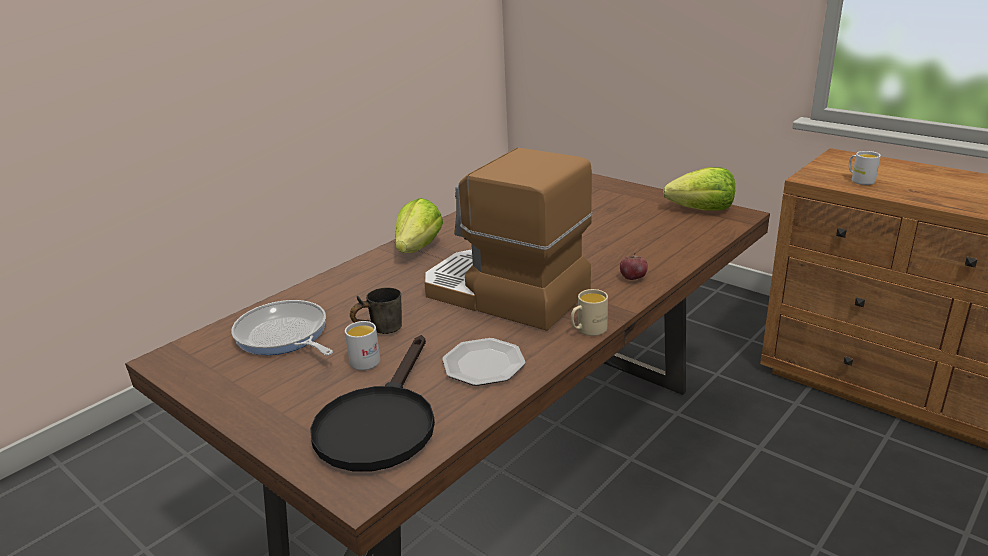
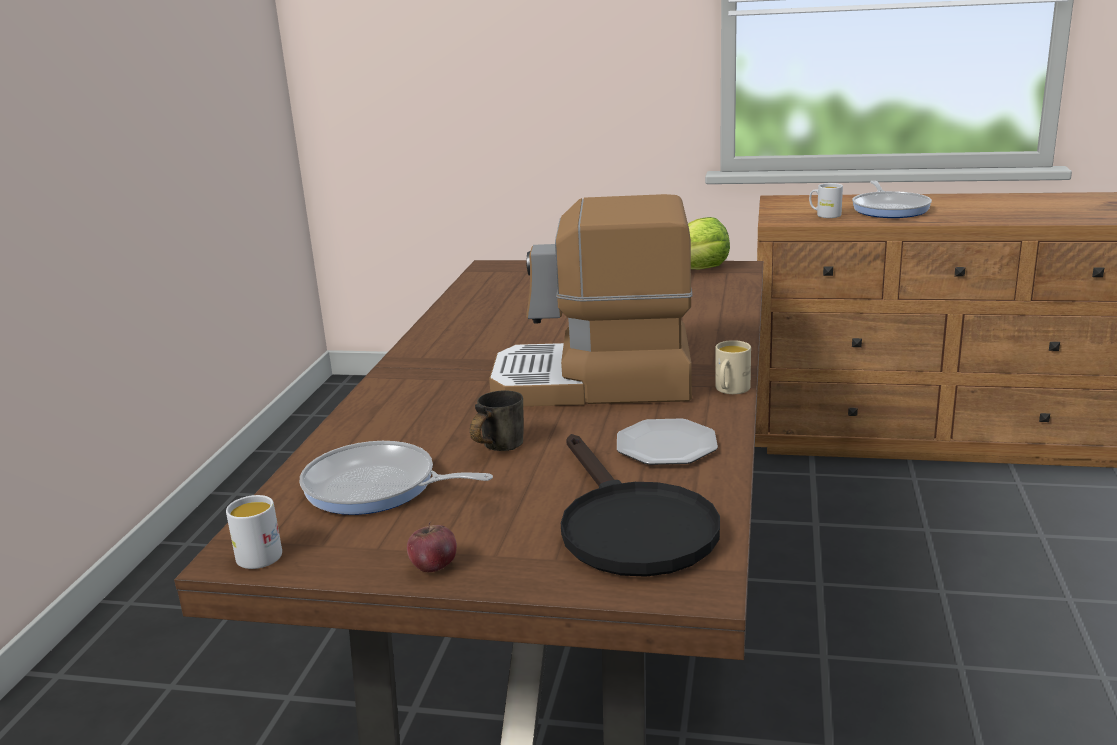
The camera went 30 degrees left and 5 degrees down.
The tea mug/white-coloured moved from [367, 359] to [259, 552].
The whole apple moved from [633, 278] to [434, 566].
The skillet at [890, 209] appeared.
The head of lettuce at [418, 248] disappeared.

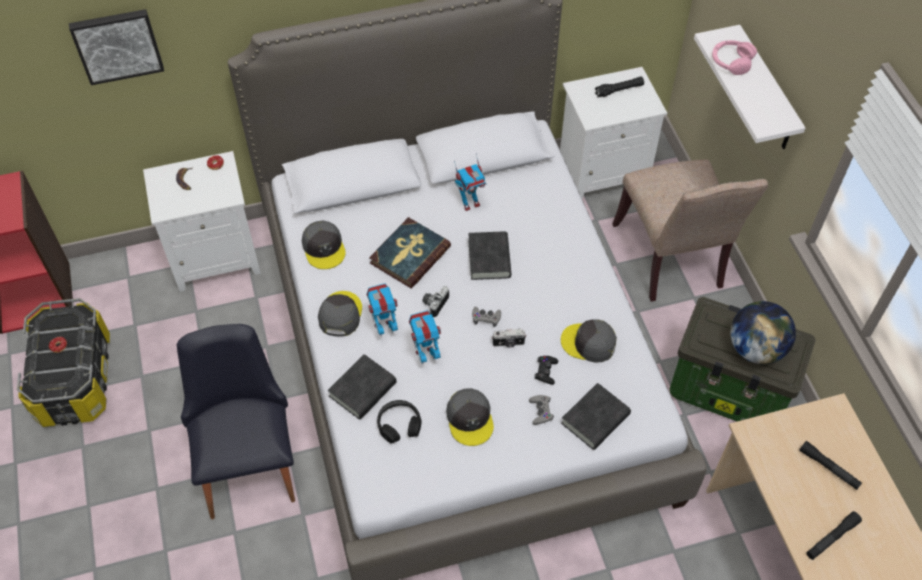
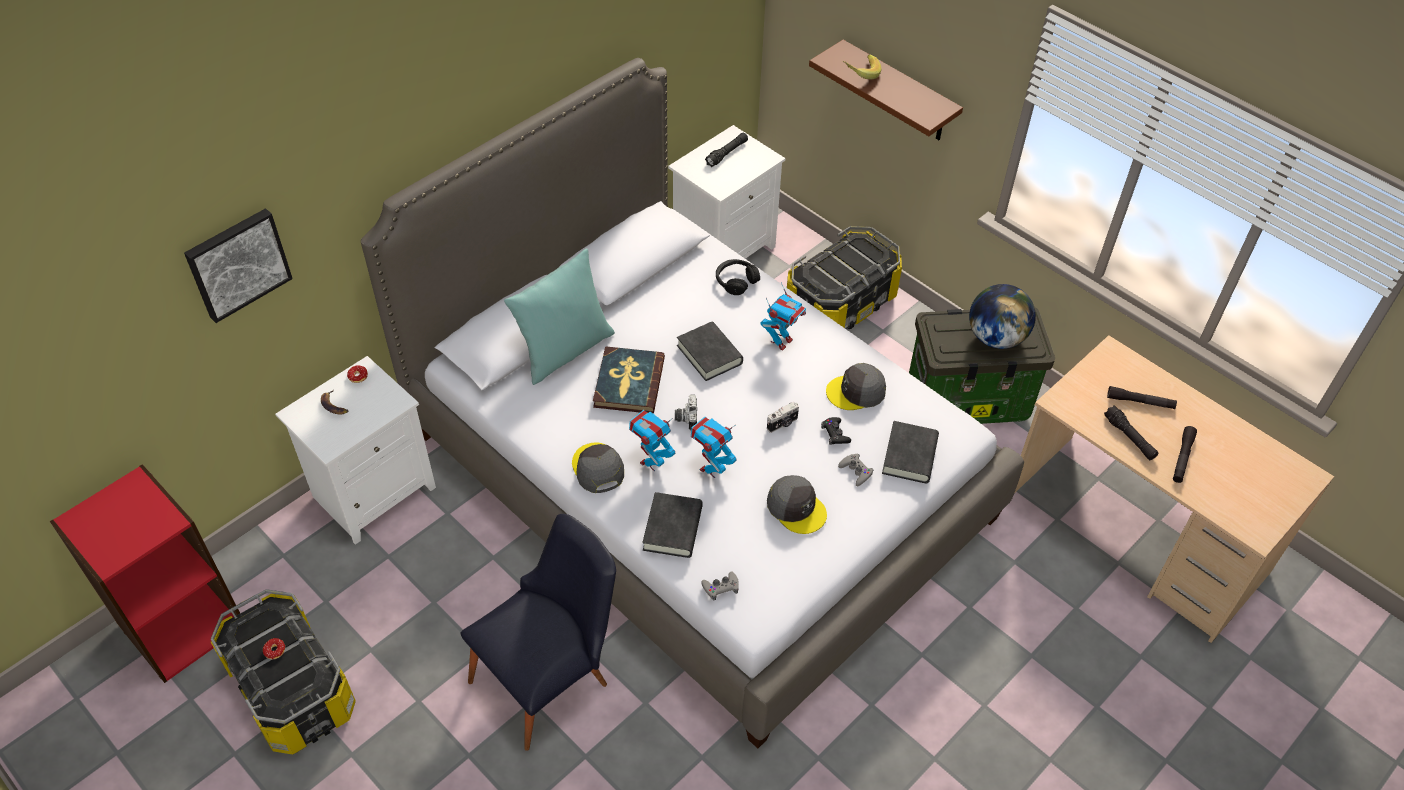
The camera went 30 degrees left and 5 degrees down.
The chair/black at [249, 459] turned 90 degrees clockwise.
The throw pillow/blue-green at [564, 351] appeared.
The joypad/gray moved from [486, 318] to [721, 587].
The headphones/black moved from [399, 424] to [736, 281].
The toy robot moved from [470, 203] to [781, 341].
The chair/beige at [672, 259] was replaced by the storage bin at [840, 304].
The shelf/white-coloured at [766, 91] became the shelf/brown-coloured at [898, 93].
The headphones/pink at [731, 62] was replaced by the banana fruit at [859, 73].
The flashlight/black at [1129, 437] appeared.
The baseball cap/gray at [324, 248] disappeared.

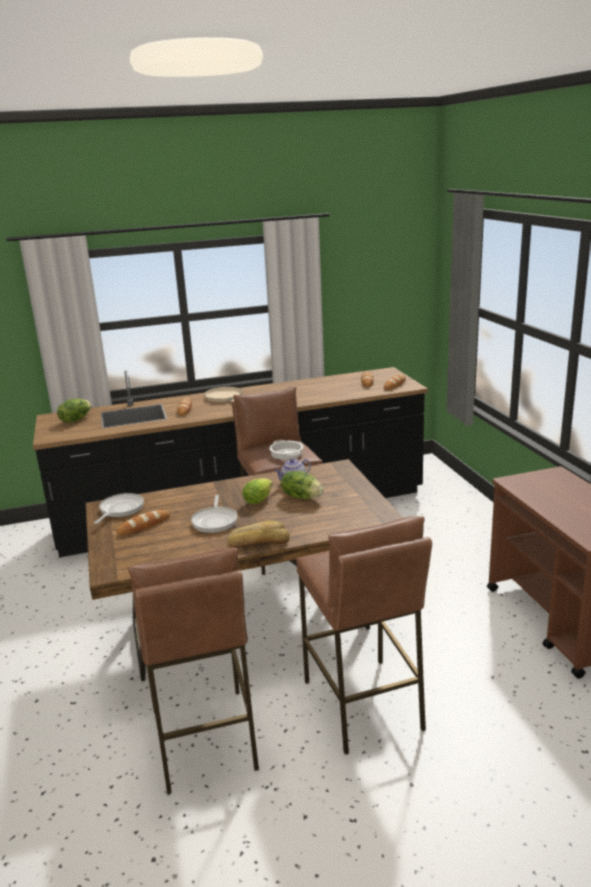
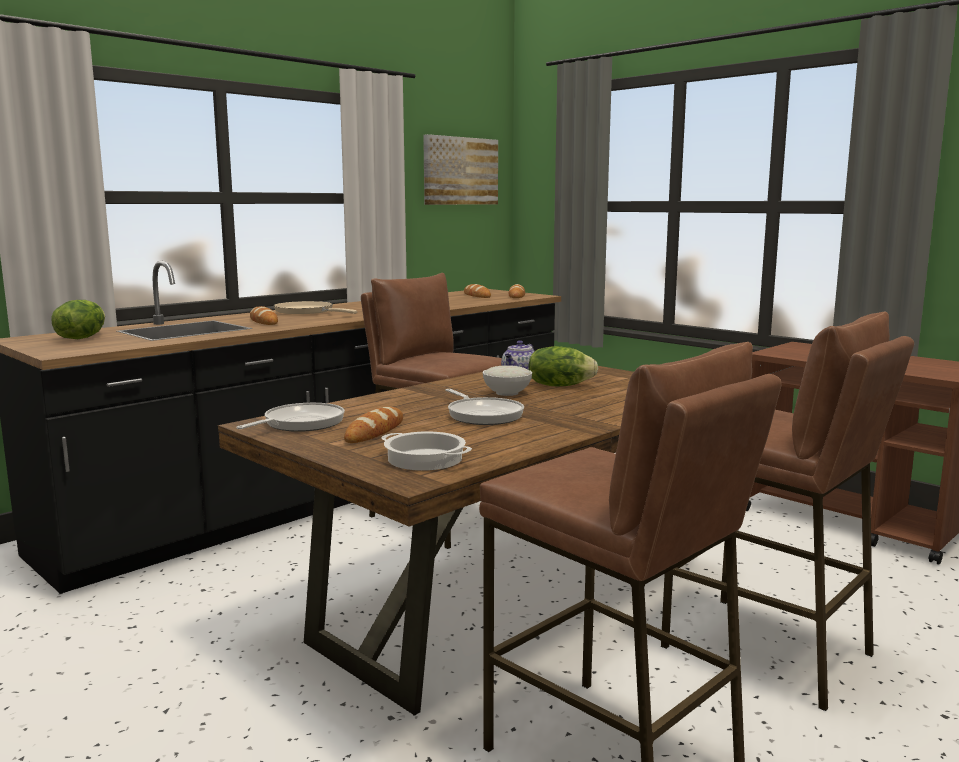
The camera went 30 degrees left and 10 degrees down.
The skillet at [120, 510] turned 45 degrees clockwise.
The cooking pot moved from [286, 453] to [424, 459].
The picture at [460, 171] appeared.
The head of lettuce at [259, 499] was replaced by the deep dish/white-coloured at [506, 393].
The bread at [259, 541] disappeared.

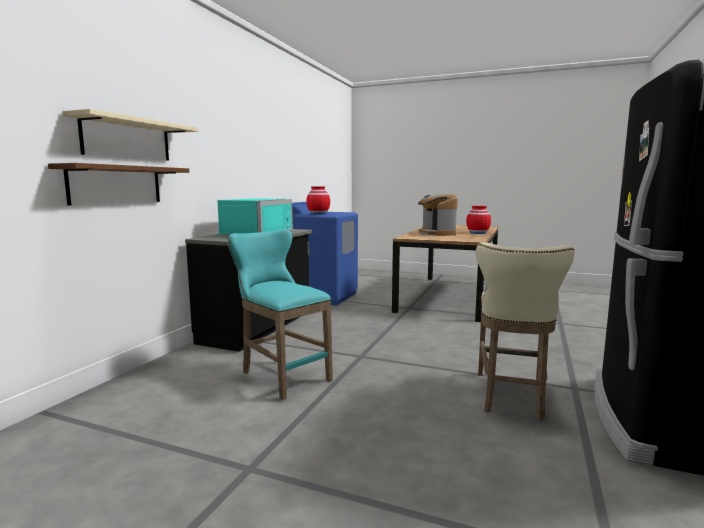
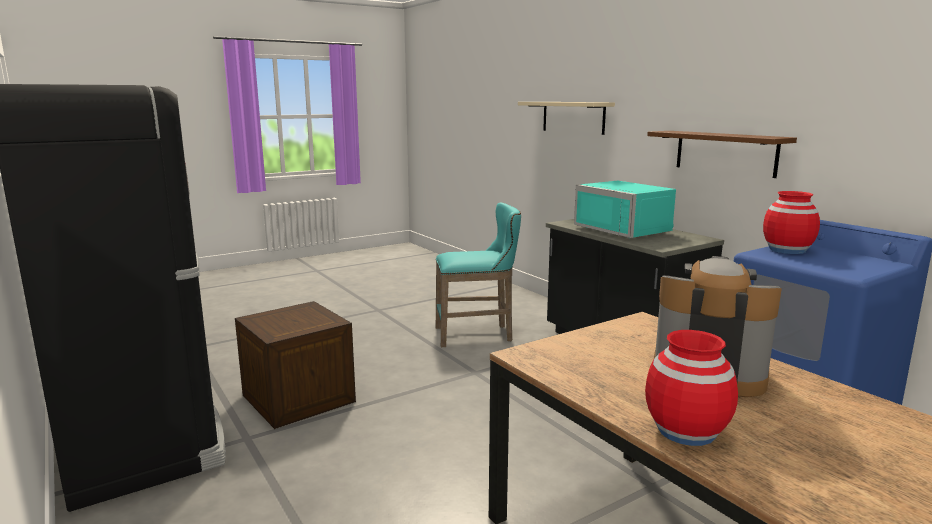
The camera went 125 degrees right and 5 degrees up.
The sitting stool/beige at [510, 397] was replaced by the shipping crate at [298, 398].
The shelf/brown-coloured moved from [116, 185] to [725, 153].

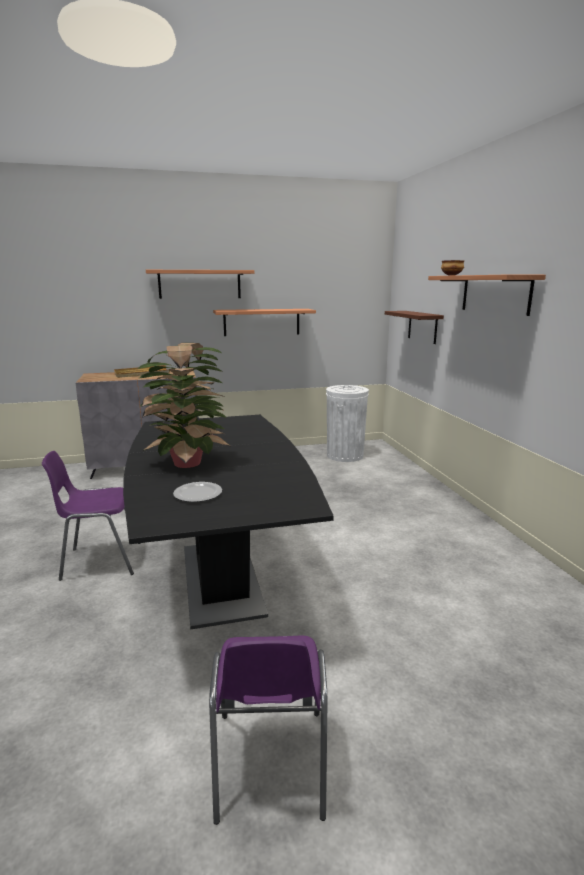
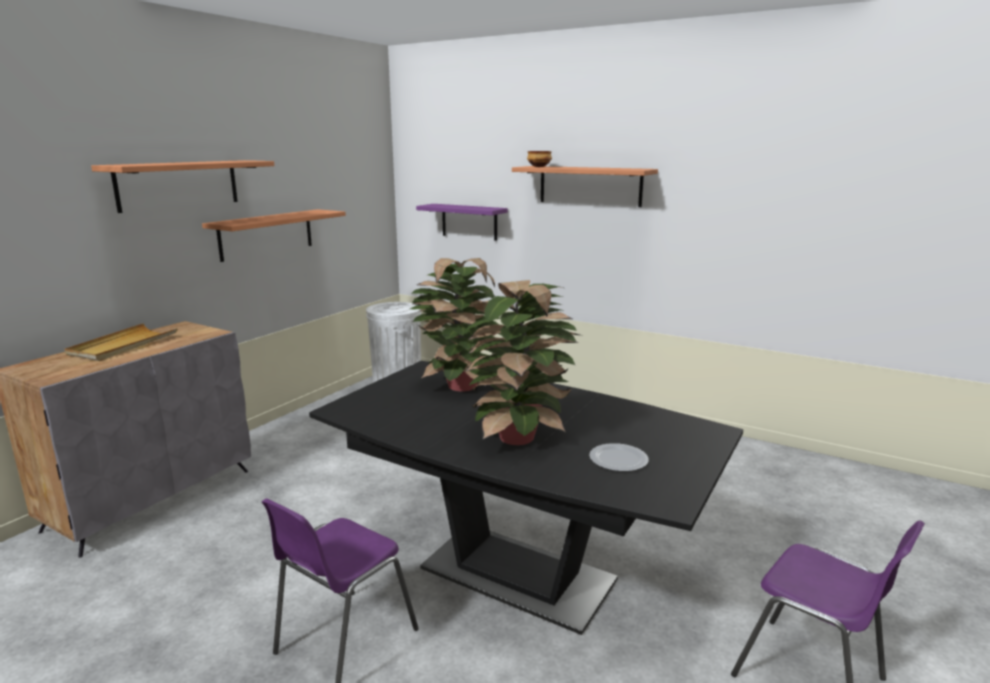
The camera went 45 degrees left and 0 degrees up.
The potted plant at [459, 386] appeared.
The shelf/brown-coloured at [422, 326] became the shelf/purple at [469, 221].

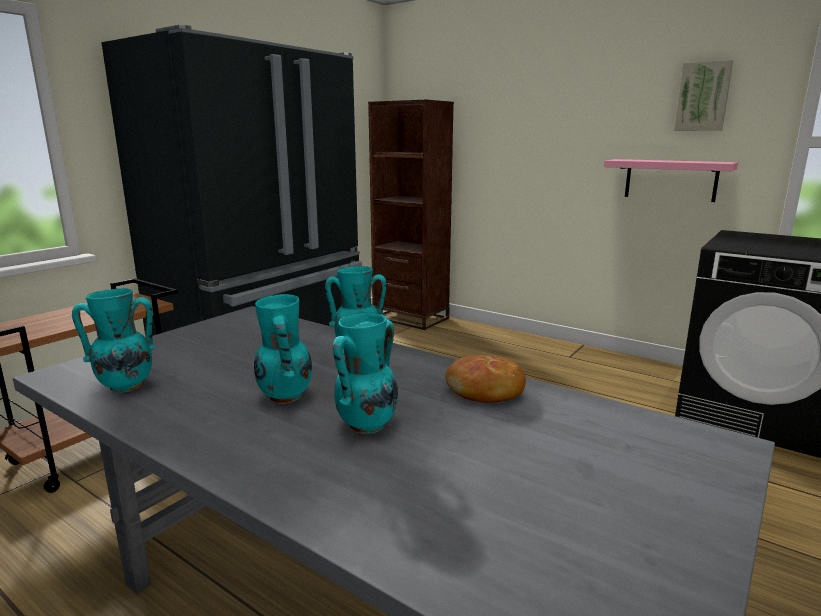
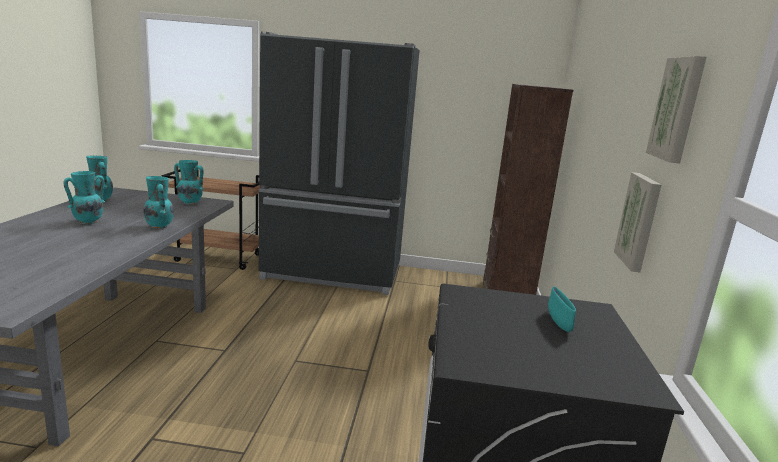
The camera went 60 degrees right and 0 degrees up.
The flower vase/blue-green moved from [366, 426] to [190, 203].
The deep dish/blue-green at [558, 323] appeared.
The shelf/pink at [670, 180] was replaced by the picture at [640, 221].
The bread at [486, 391] disappeared.

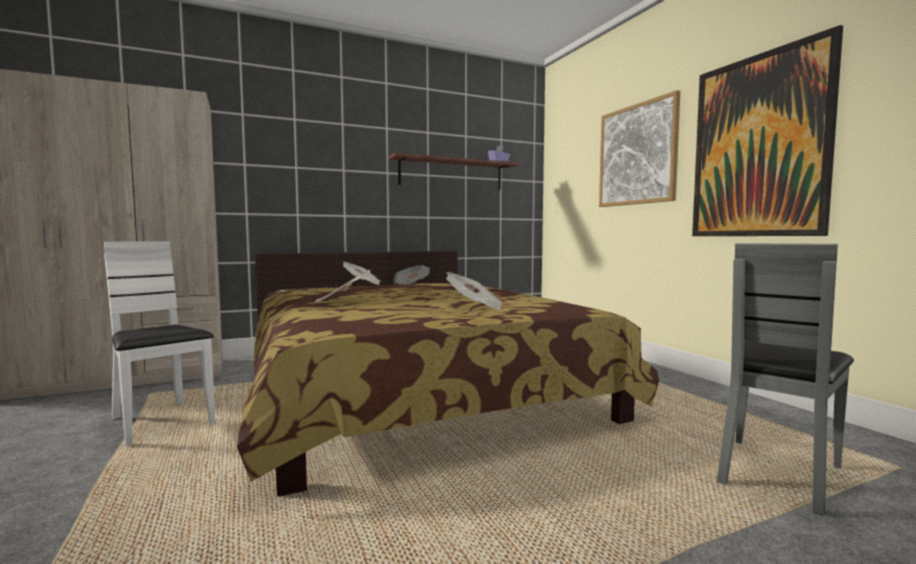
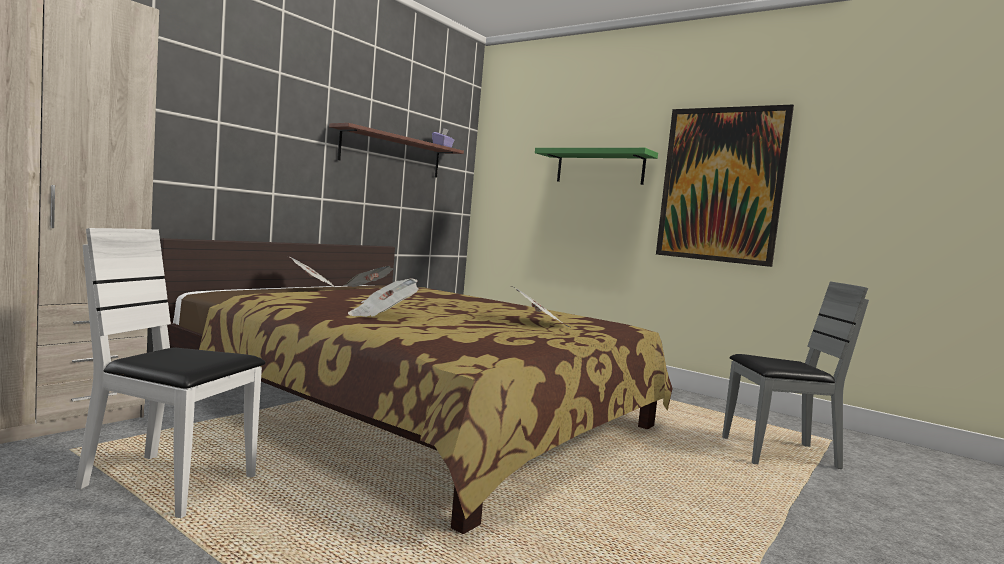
The camera went 30 degrees left and 0 degrees up.
The picture at [637, 155] was replaced by the shelf/green at [600, 167].
The chair/gray at [777, 473] turned 105 degrees counterclockwise.

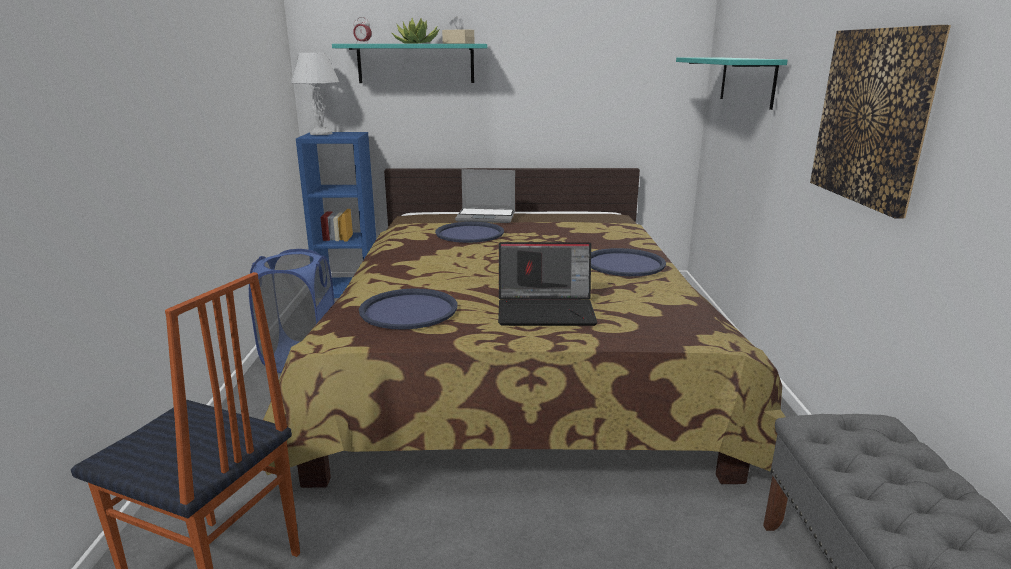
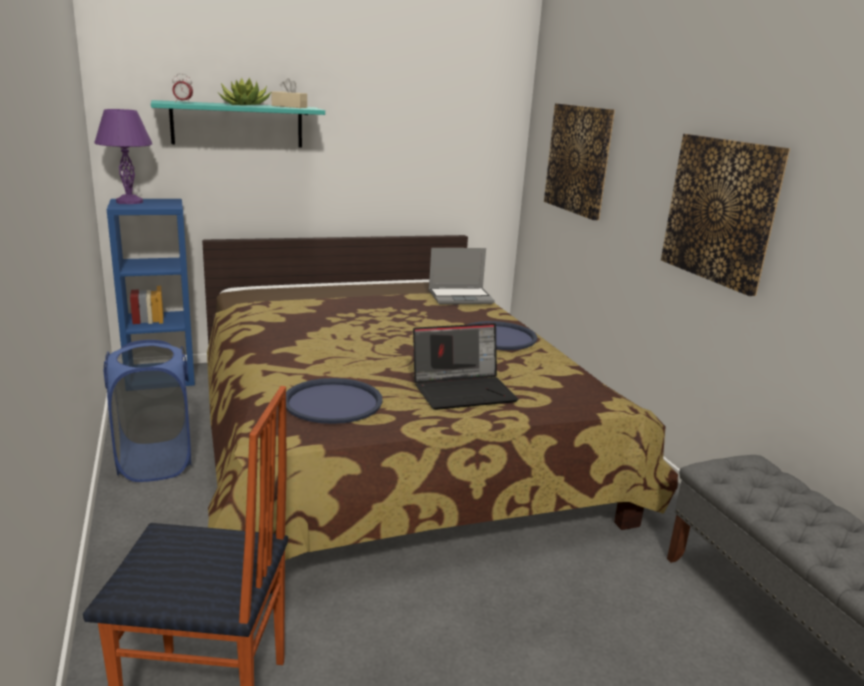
The camera went 20 degrees left and 0 degrees up.
The lamp for a table/white-coloured at [320, 134] became the lamp for a table/purple at [129, 202].
The portable computer moved from [487, 217] to [461, 297].
The shelf/blue-green at [747, 81] was replaced by the picture at [578, 159].
The carrying tray/blue-coloured at [469, 233] disappeared.

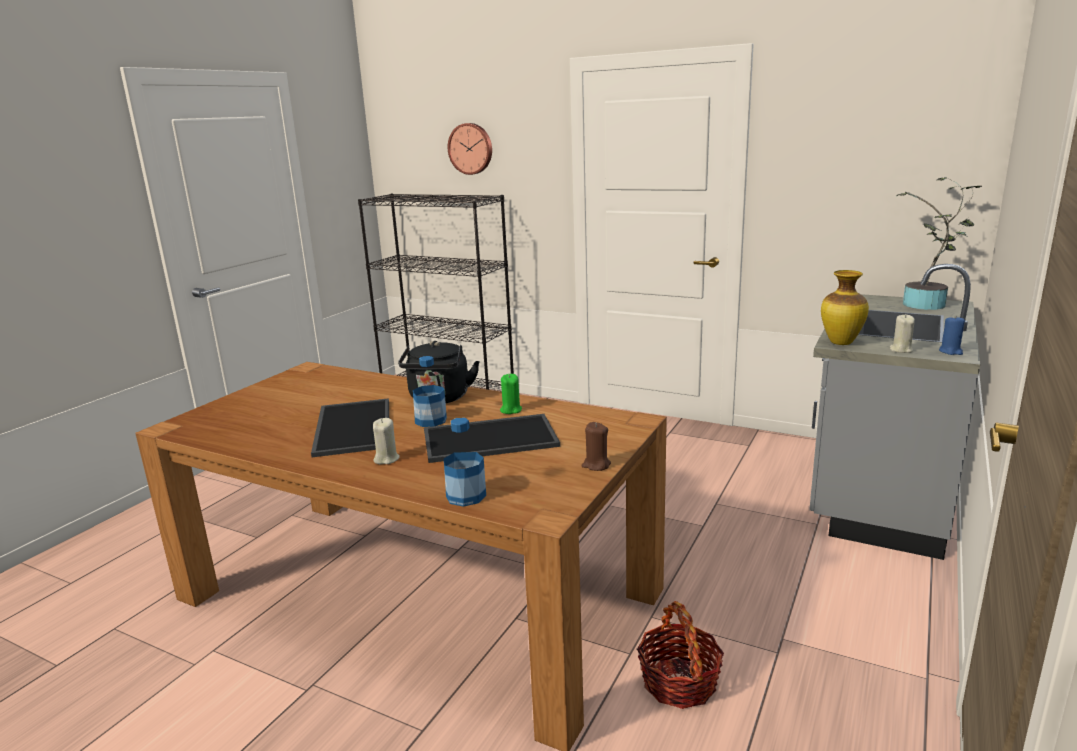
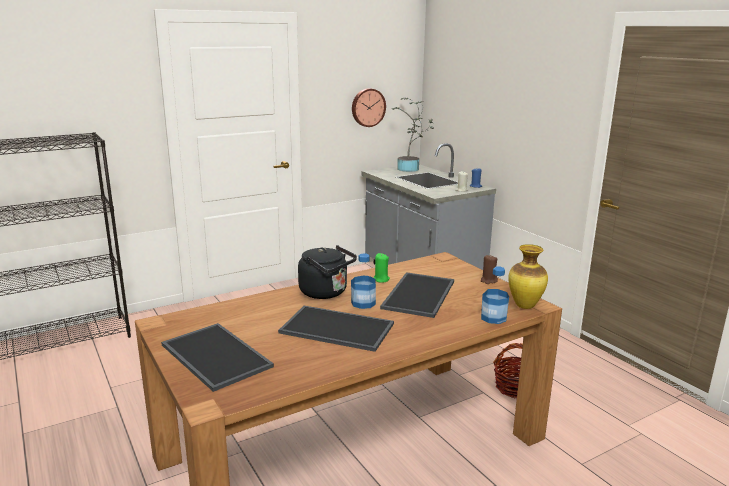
The camera went 60 degrees left and 0 degrees up.
The carrying tray at [213, 356] appeared.
The hanging clock moved from [471, 148] to [367, 107].
The flower vase moved from [840, 343] to [524, 306].
The wax candle/beige at [386, 459] disappeared.

